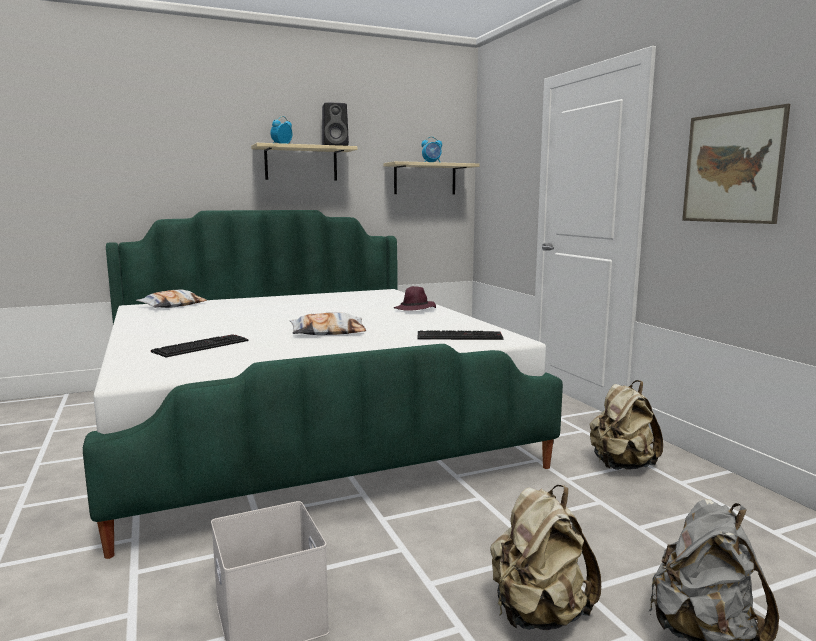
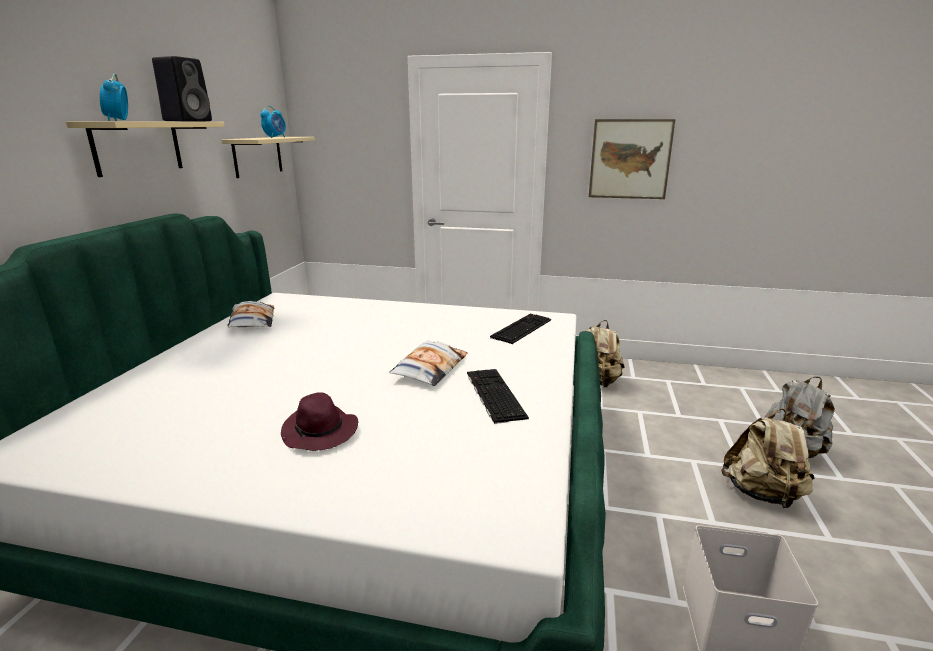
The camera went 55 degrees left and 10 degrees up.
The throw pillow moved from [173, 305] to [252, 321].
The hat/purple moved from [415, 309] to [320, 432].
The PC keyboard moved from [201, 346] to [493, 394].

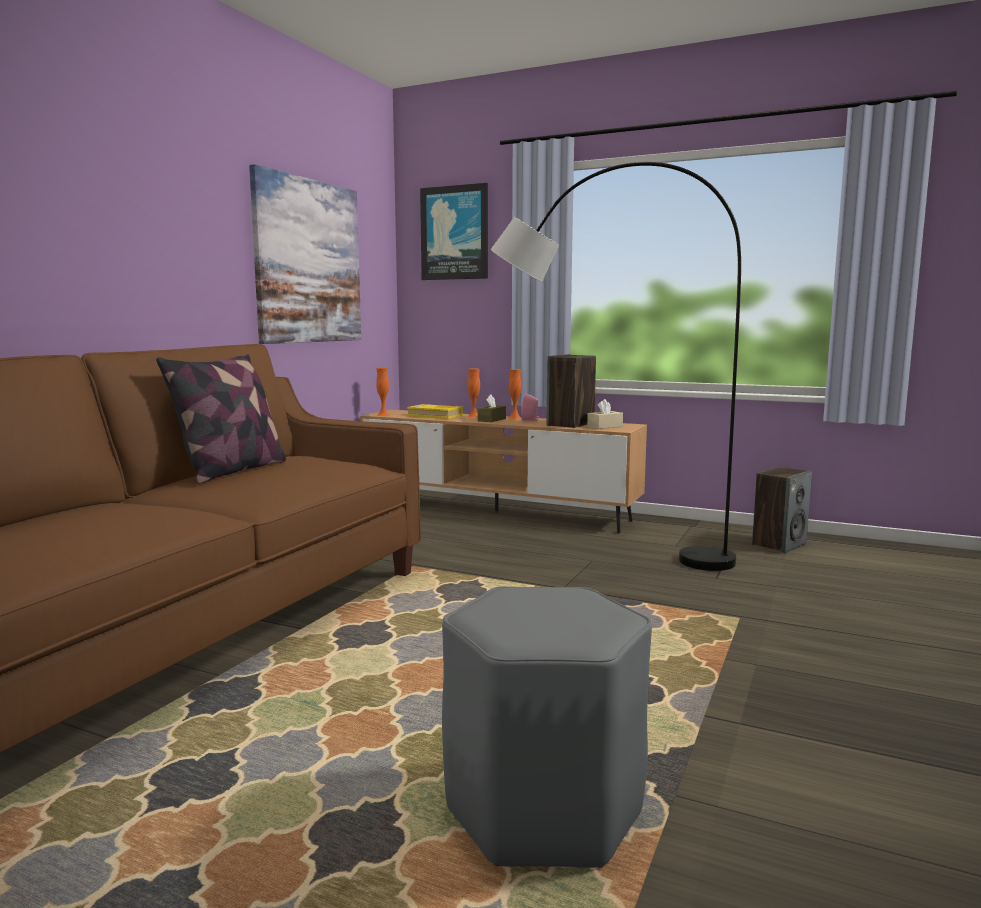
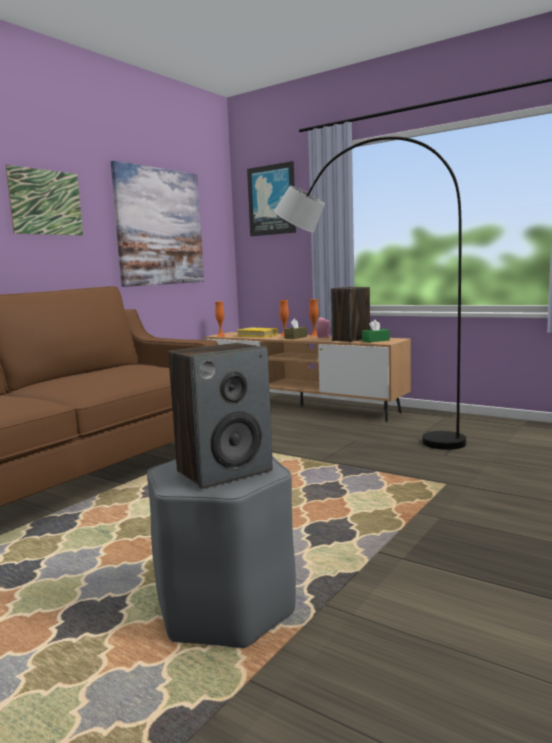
The camera went 10 degrees right and 0 degrees up.
The picture at [46, 202] appeared.
The audio speaker moved from [779, 544] to [225, 471].
The box of tissues/beige at [605, 426] became the box of tissues/green at [375, 340].
The throw pillow at [232, 471] disappeared.

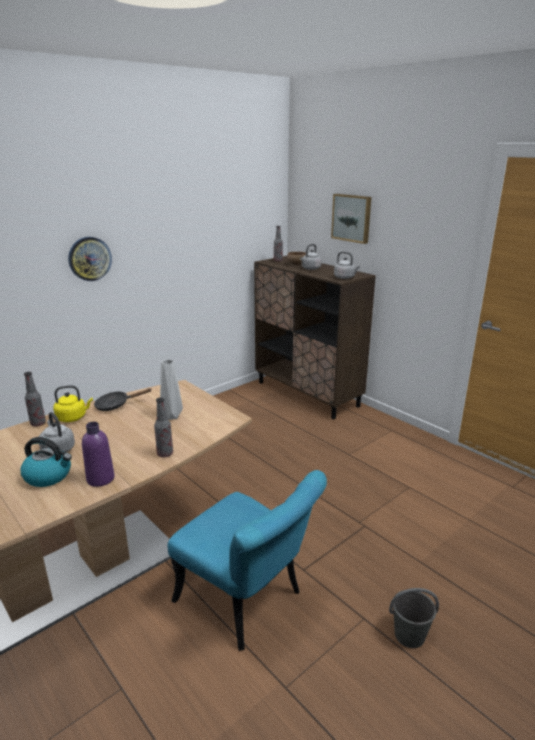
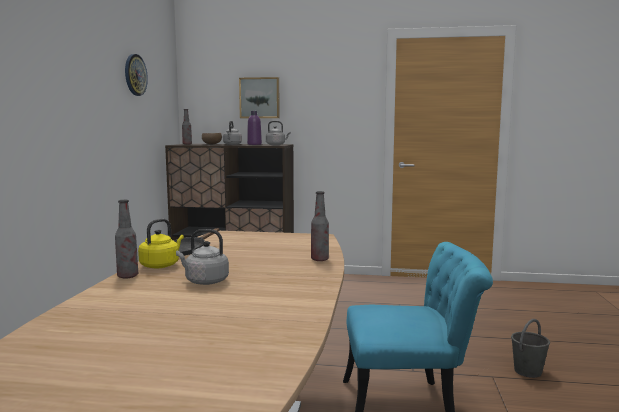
The camera went 40 degrees left and 15 degrees down.
The hanging clock moved from [89, 258] to [135, 75].
The drink bottle/purple moved from [100, 479] to [254, 144].
The kettle at [49, 476] disappeared.
The flower vase/gray at [173, 416] disappeared.

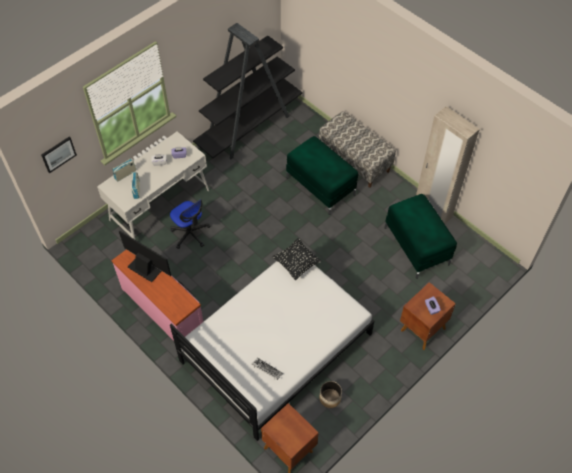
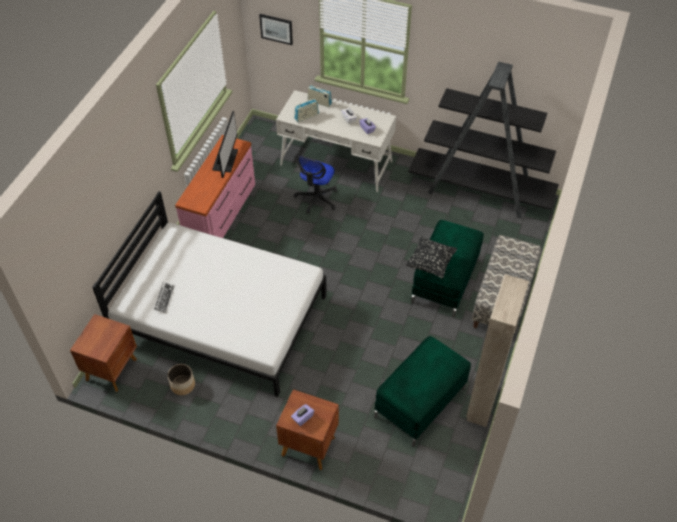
The camera went 65 degrees right and 5 degrees down.
The throw pillow/black moved from [296, 264] to [430, 264].

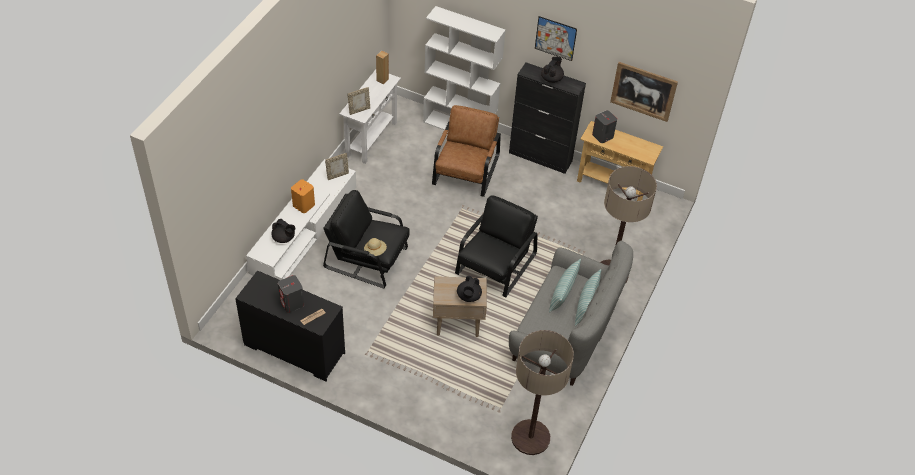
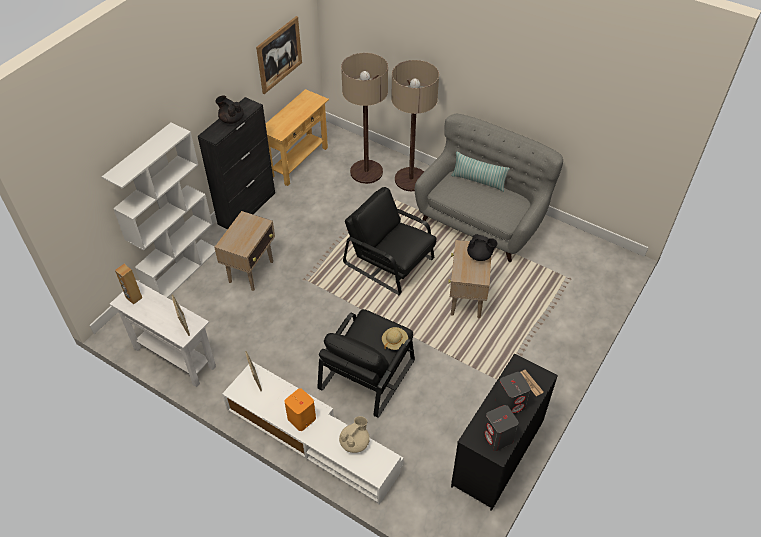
The camera went 80 degrees left and 0 degrees up.
The lounge chair/brown-coloured at [466, 171] was replaced by the side table/beige at [251, 271].
The tea pot/black at [284, 238] became the tea pot/beige at [355, 442].
The standard lamp moved from [530, 437] to [366, 172].
The audio speaker/gray moved from [602, 136] to [498, 437].
The picture at [555, 38] disappeared.
The throw pillow at [563, 293] disappeared.

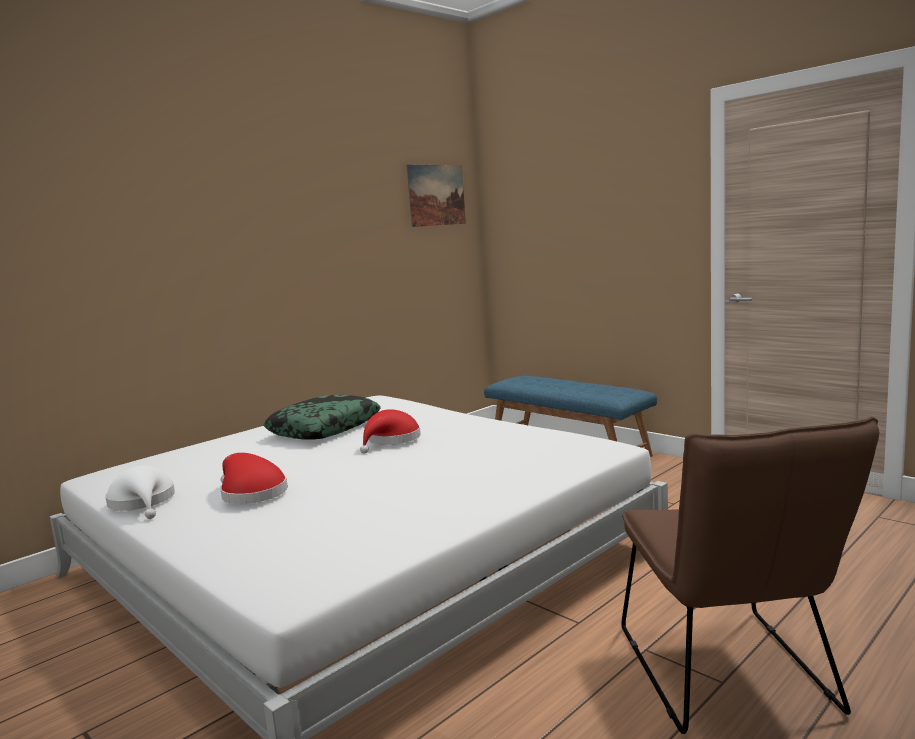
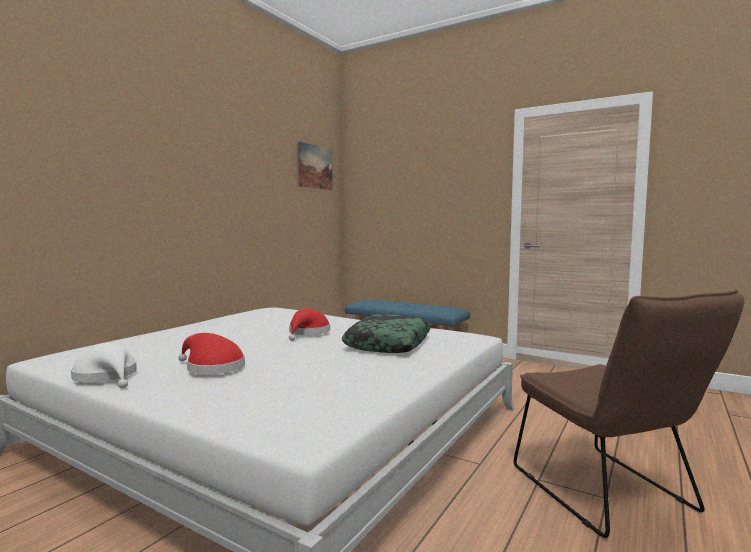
The camera went 15 degrees left and 5 degrees down.
The throw pillow moved from [324, 428] to [388, 344].

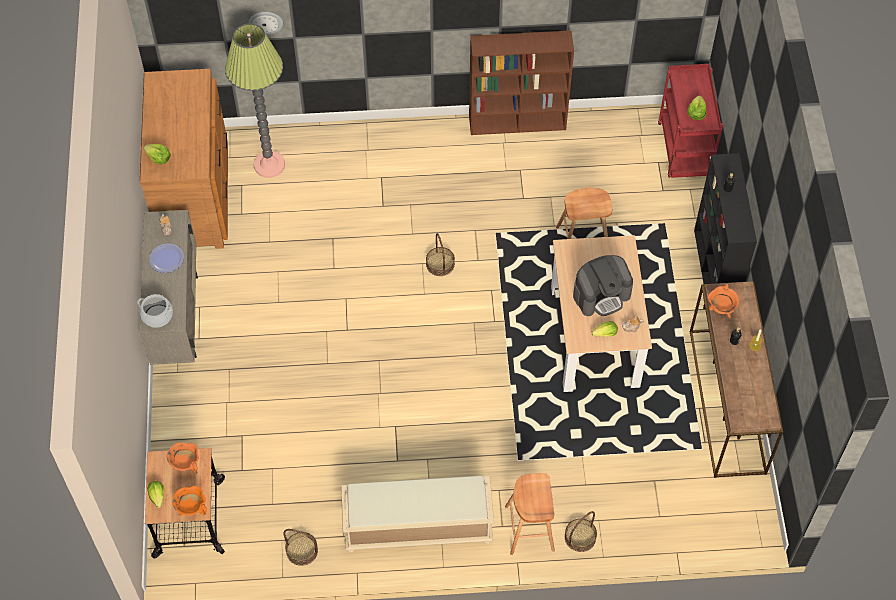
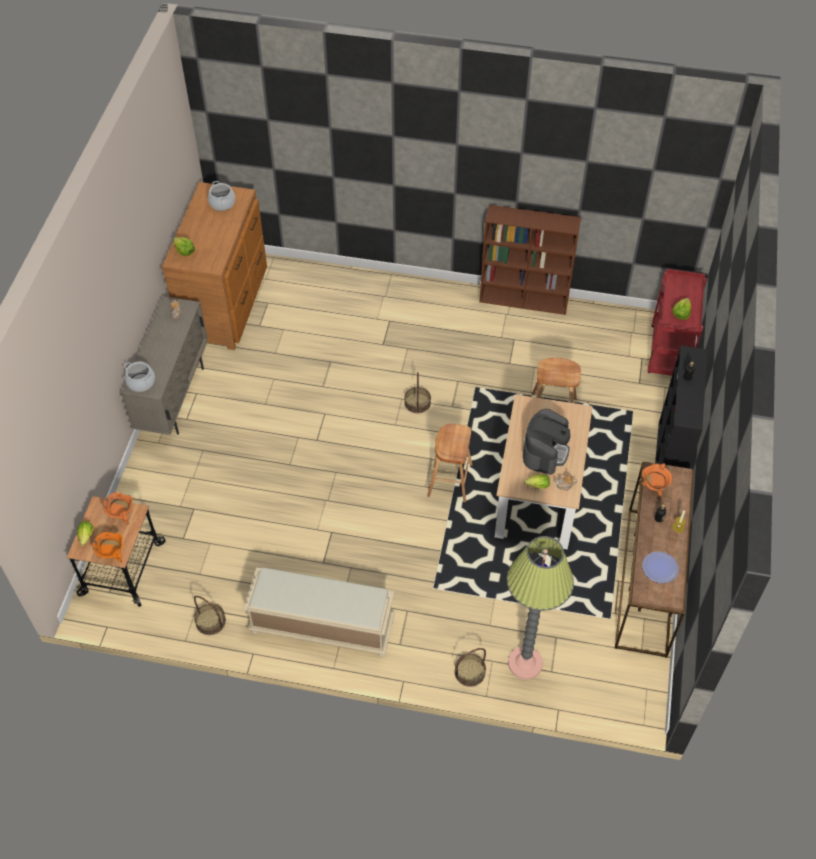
The camera went 15 degrees right and 5 degrees down.
The cooking pot at [222, 203] appeared.
The sitting stool/brown-coloured moved from [529, 528] to [450, 480].
The standard lamp moved from [269, 165] to [525, 663].
The coffee maker at [601, 295] turned 60 degrees counterclockwise.
The dinner plate moved from [166, 258] to [660, 567].
The hanging clock at [265, 22] disappeared.

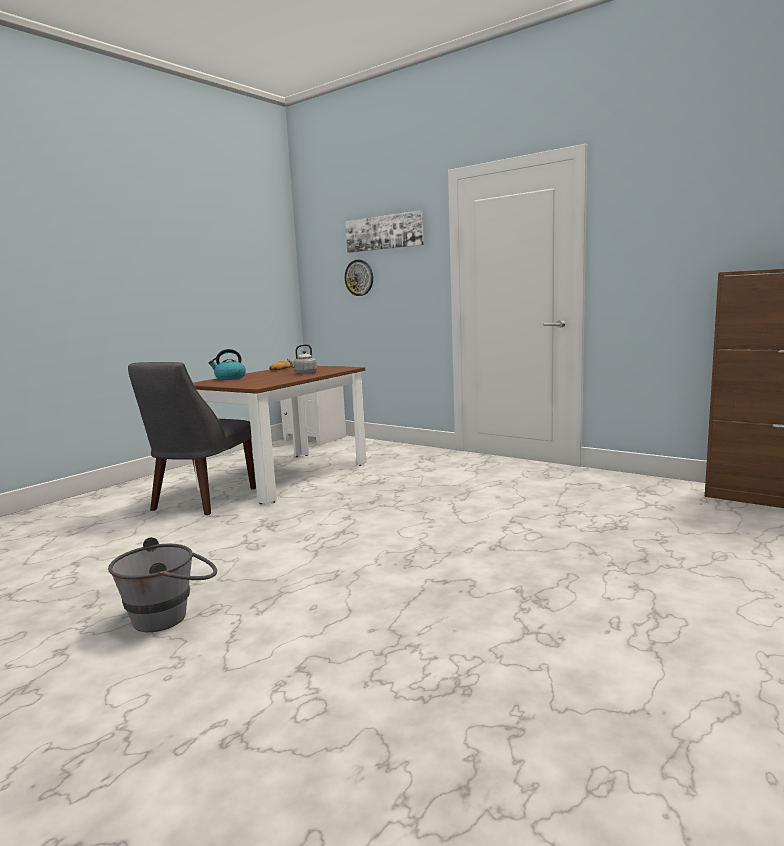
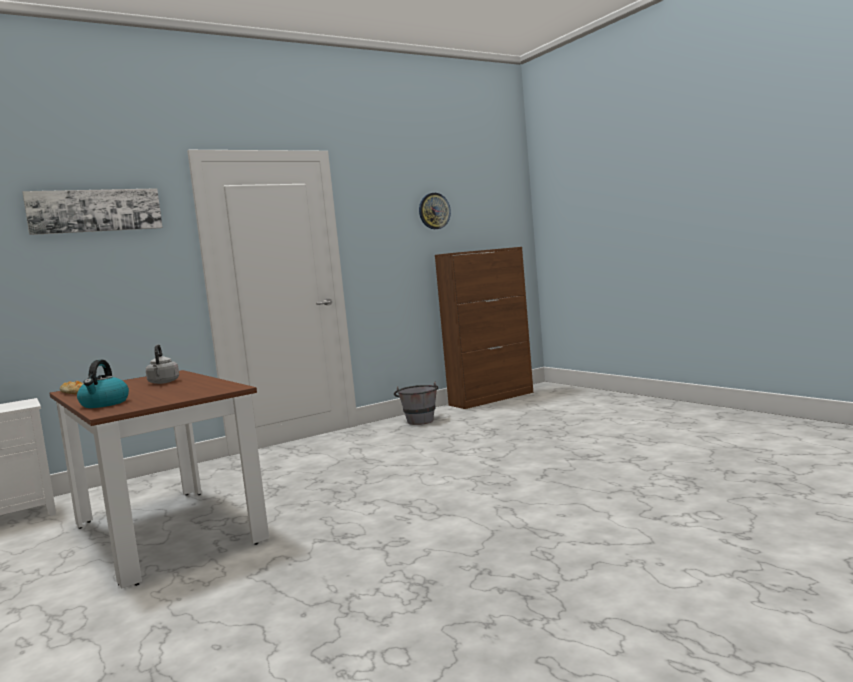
The camera went 70 degrees left and 5 degrees down.
The water bucket/gray moved from [171, 615] to [419, 420].
The hanging clock moved from [359, 277] to [434, 211].
The chair/gray at [201, 500] disappeared.

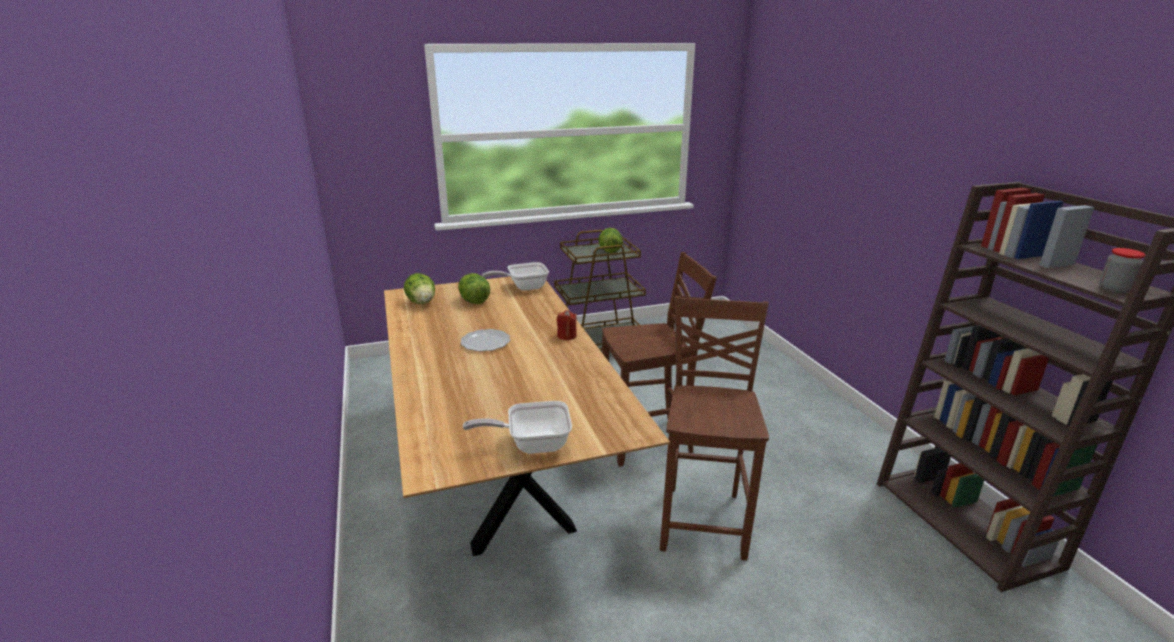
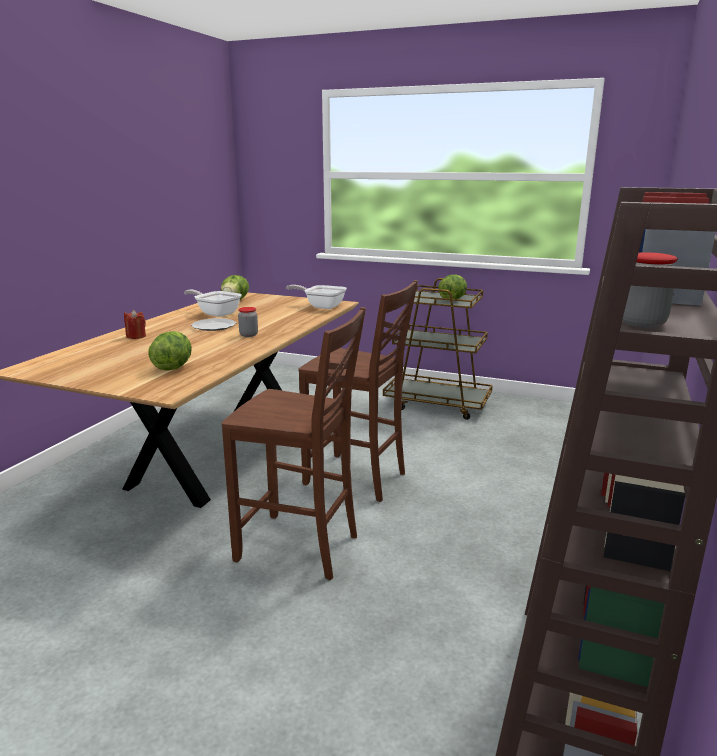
The camera went 40 degrees right and 5 degrees down.
The wax candle/reddish moved from [567, 336] to [136, 336].
The head of lettuce moved from [474, 301] to [173, 367].
The skillet moved from [532, 444] to [216, 313].
The chair/brown-coloured at [704, 520] turned 60 degrees clockwise.
The jar at [248, 335] appeared.

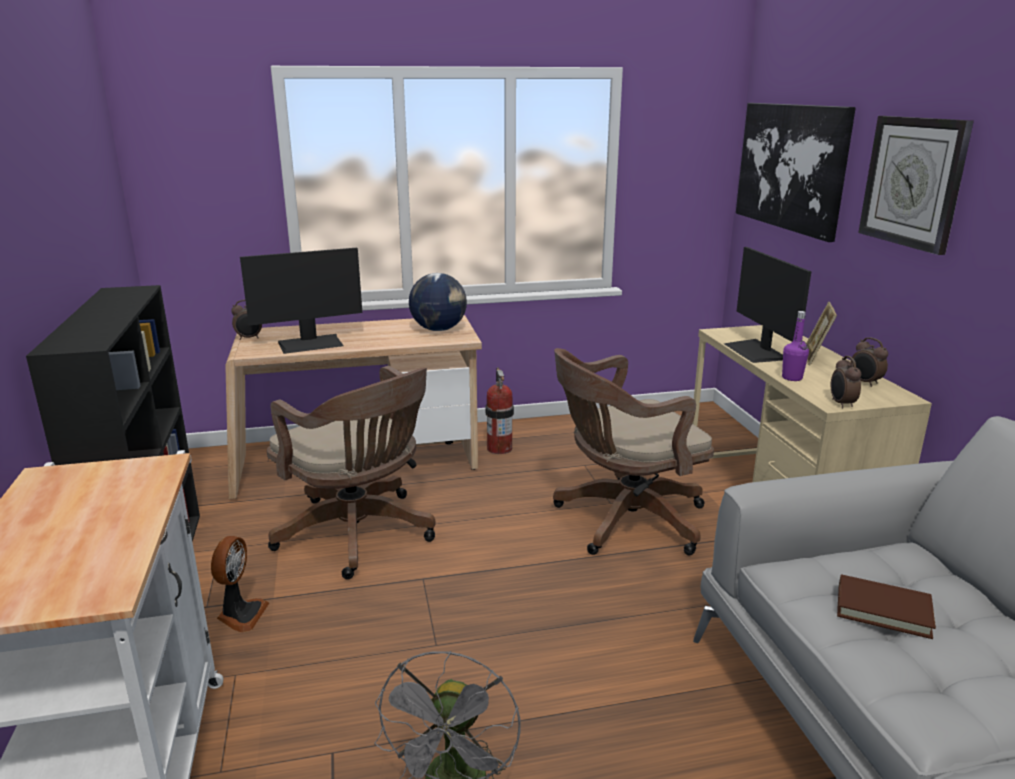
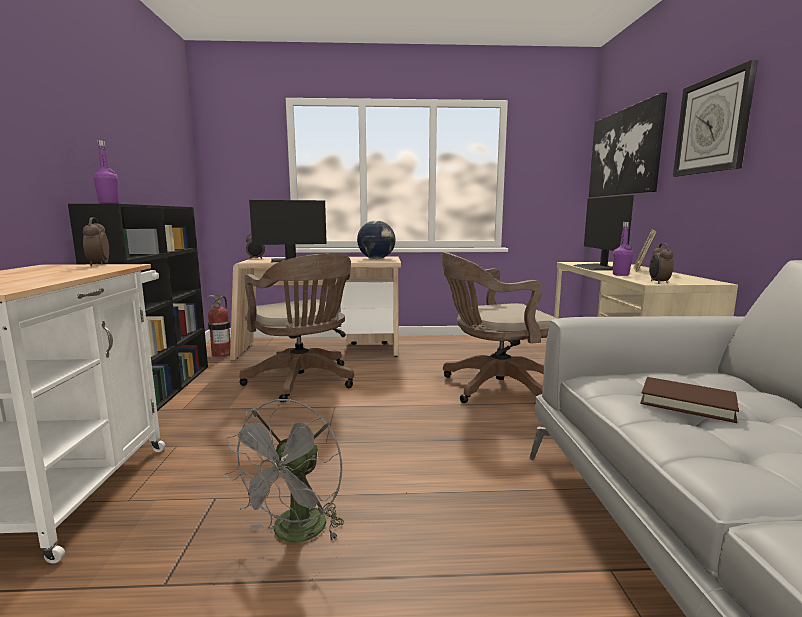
The camera went 10 degrees right and 10 degrees down.
The table clock moved from [865, 382] to [98, 265].
The drink bottle/purple at [109, 203] appeared.
The fire extinguisher moved from [499, 448] to [221, 354].
The electric fan at [241, 614] disappeared.

